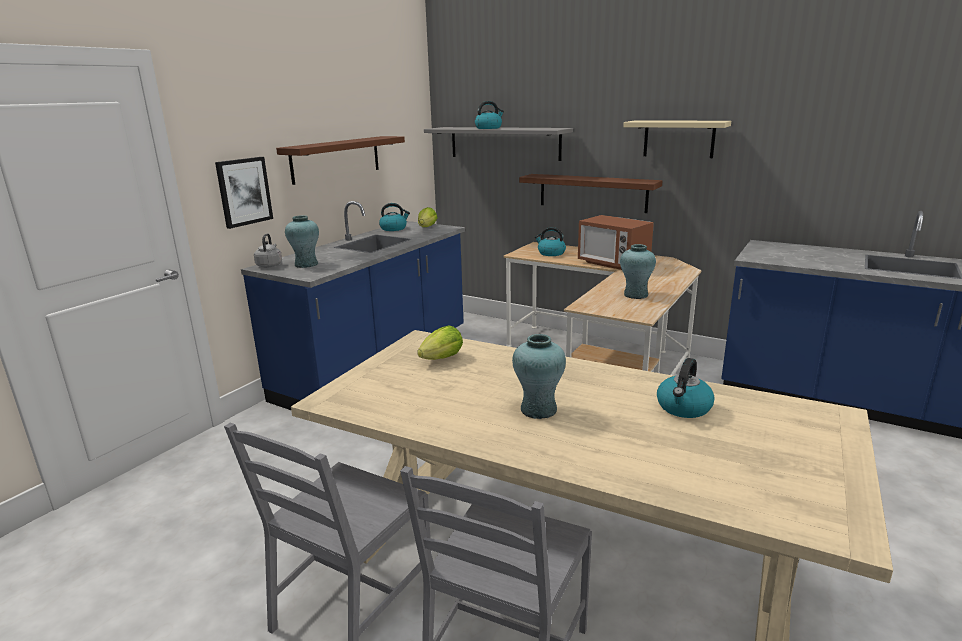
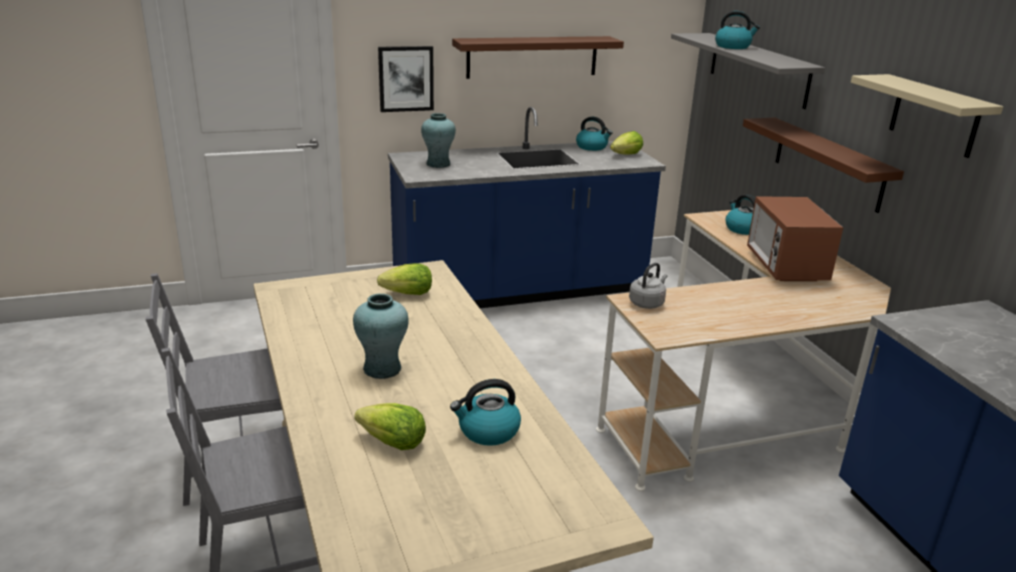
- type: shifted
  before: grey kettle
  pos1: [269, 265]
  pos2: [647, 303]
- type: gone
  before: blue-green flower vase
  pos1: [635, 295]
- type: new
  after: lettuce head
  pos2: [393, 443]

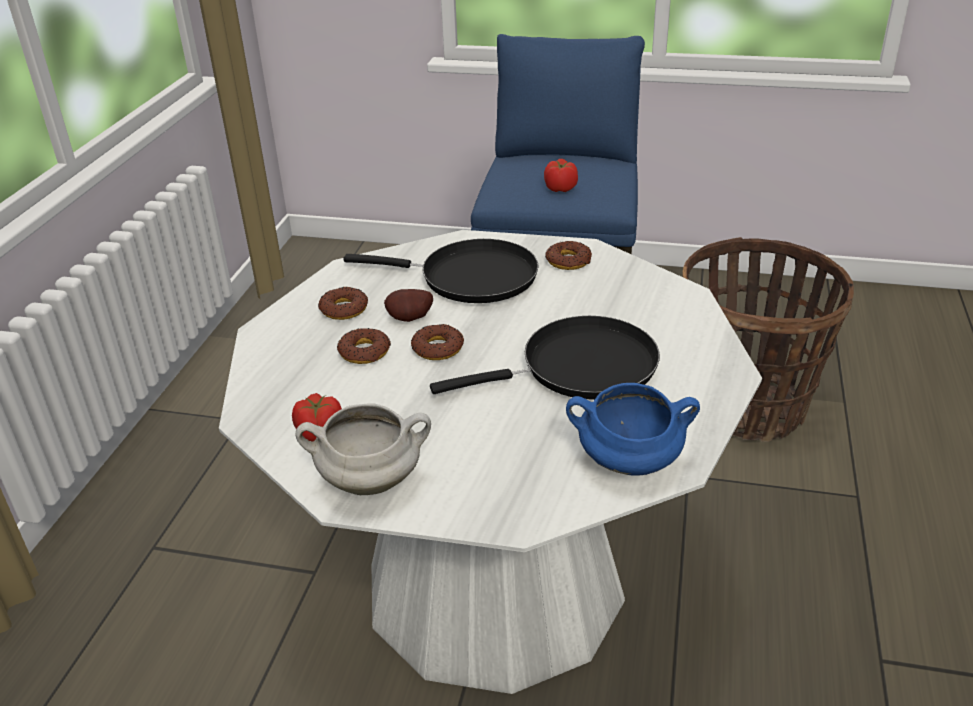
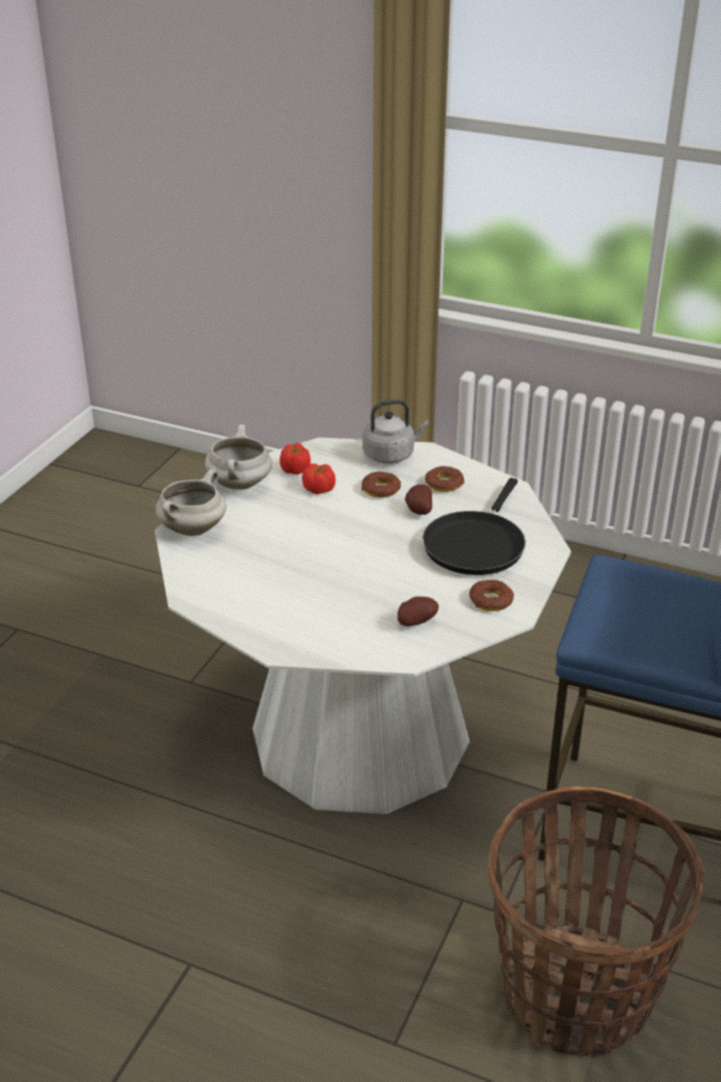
- type: gone
  before: doughnut
  pos1: [437, 348]
- type: gone
  before: blackish skillet
  pos1: [580, 368]
- type: shifted
  before: fresh tomato
  pos1: [560, 188]
  pos2: [319, 489]
- type: gone
  before: blue-coloured saucepot
  pos1: [627, 462]
- type: new
  after: white saucepot
  pos2: [193, 528]
- type: new
  after: grey kettle
  pos2: [391, 455]
- type: new
  after: whole potato
  pos2: [415, 622]

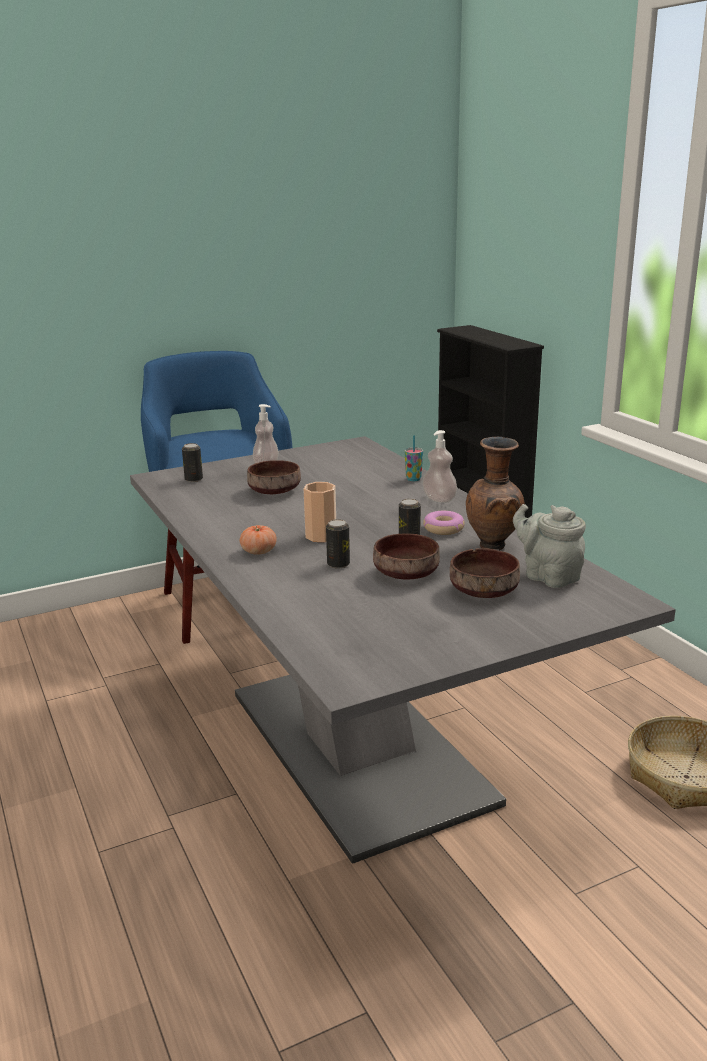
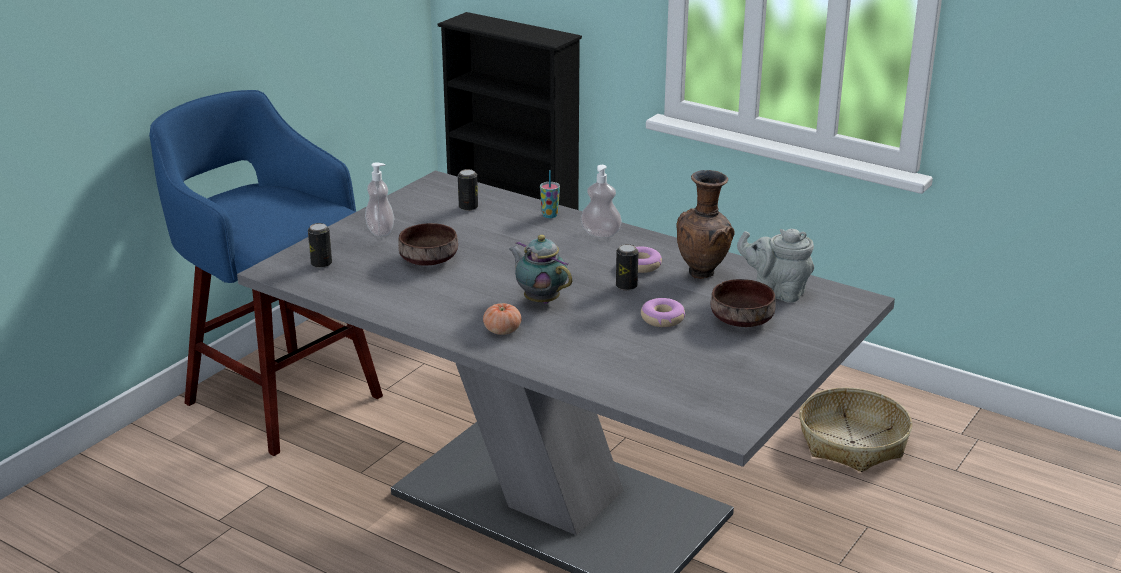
- type: swapped
  before: drinking cup
  after: tea pot
  pos1: [321, 536]
  pos2: [540, 300]
- type: shifted
  before: sealed can
  pos1: [338, 564]
  pos2: [468, 207]
- type: swapped
  before: brown-coloured serving bowl
  after: doughnut
  pos1: [408, 573]
  pos2: [662, 319]

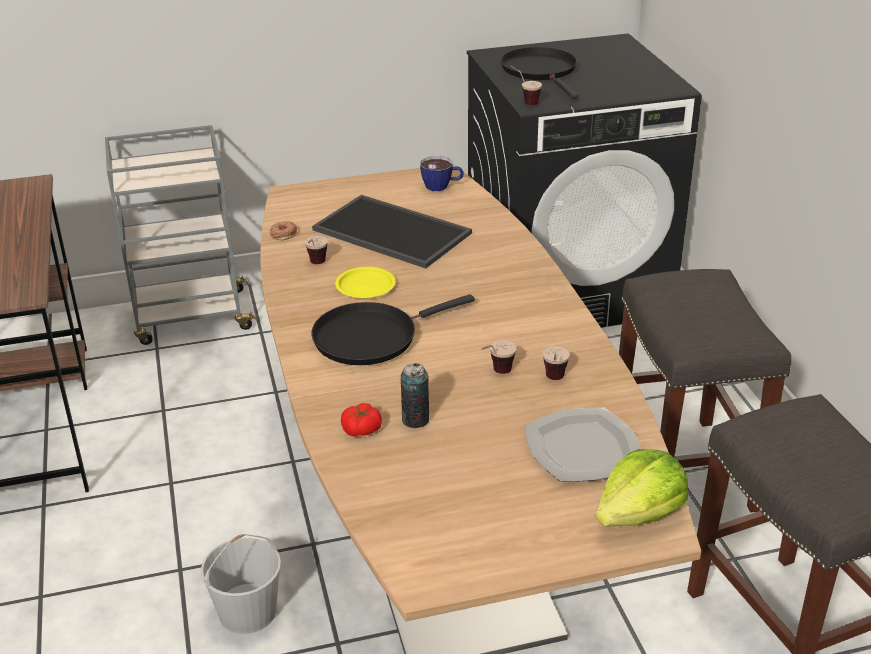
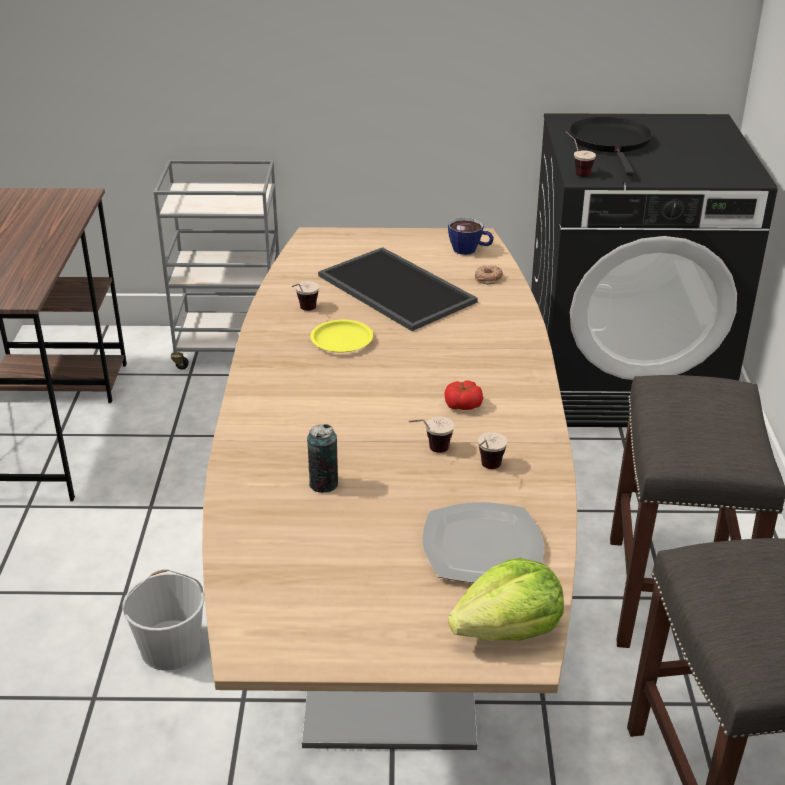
- type: shifted
  before: doughnut
  pos1: [283, 233]
  pos2: [488, 278]
- type: gone
  before: blackish skillet
  pos1: [371, 337]
- type: shifted
  before: fresh tomato
  pos1: [361, 429]
  pos2: [463, 405]

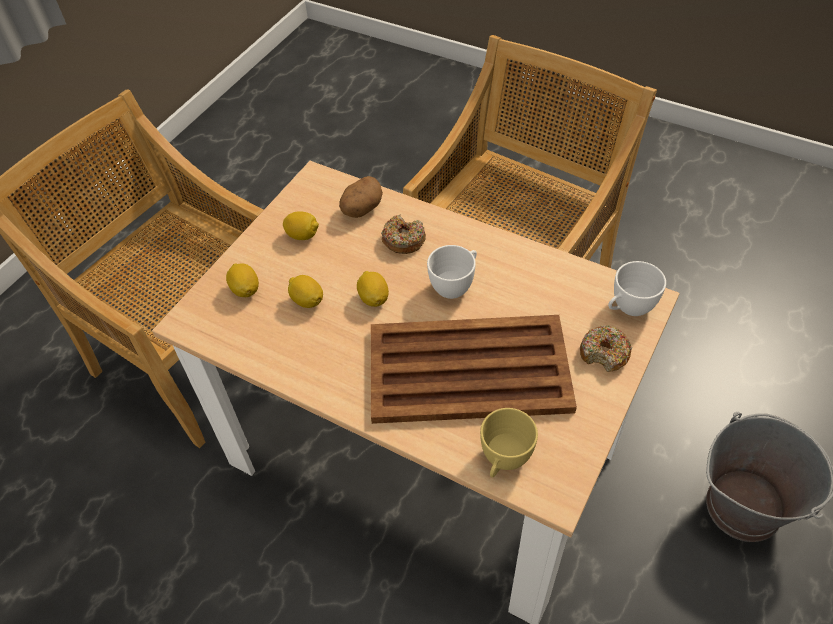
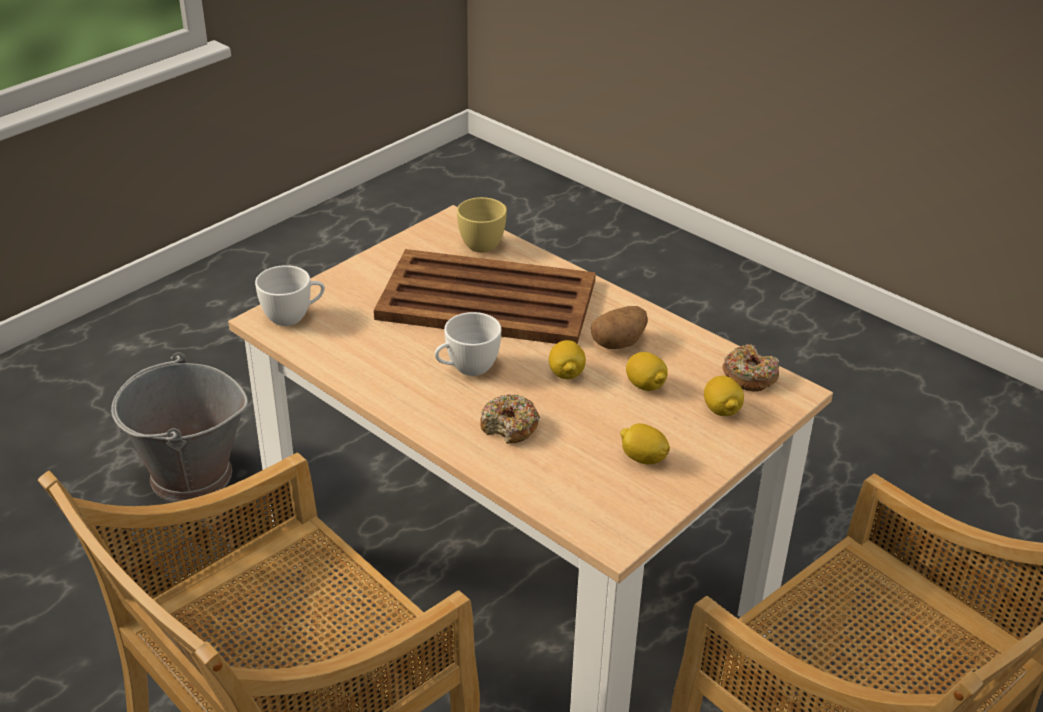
- type: shifted
  before: whole potato
  pos1: [361, 209]
  pos2: [618, 343]
- type: shifted
  before: doughnut
  pos1: [604, 353]
  pos2: [749, 376]

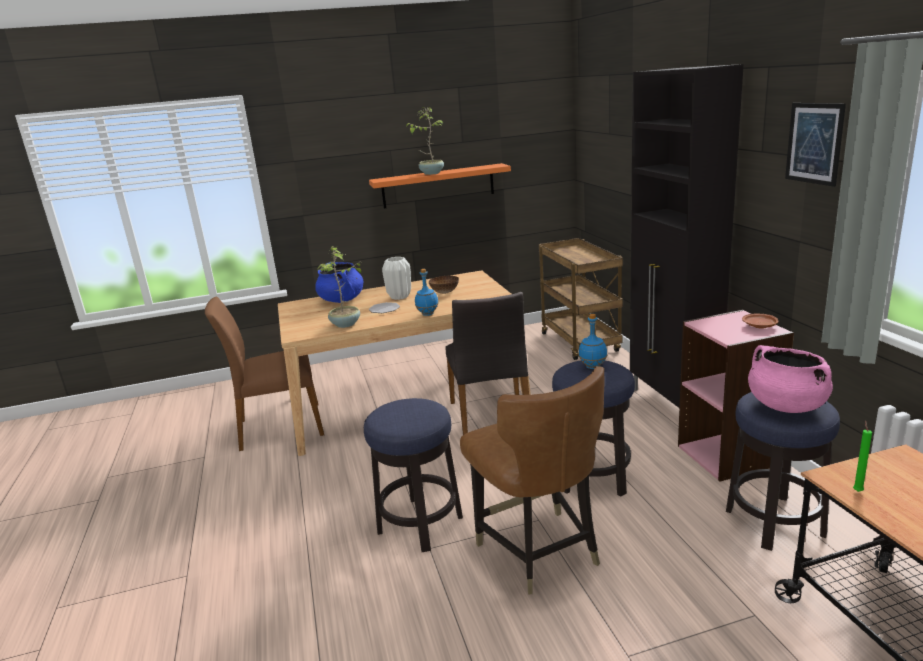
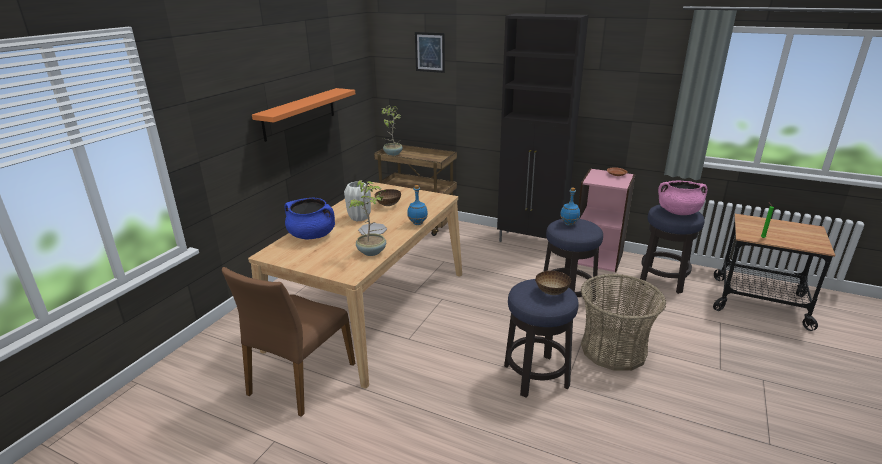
- type: shifted
  before: houseplant
  pos1: [431, 173]
  pos2: [392, 154]
- type: gone
  before: grey plain chair
  pos1: [491, 416]
- type: swapped
  before: brown-coloured plain chair
  after: storage basket
  pos1: [539, 551]
  pos2: [613, 349]
- type: shifted
  before: picture
  pos1: [814, 143]
  pos2: [430, 52]
- type: new
  after: serving bowl
  pos2: [552, 292]

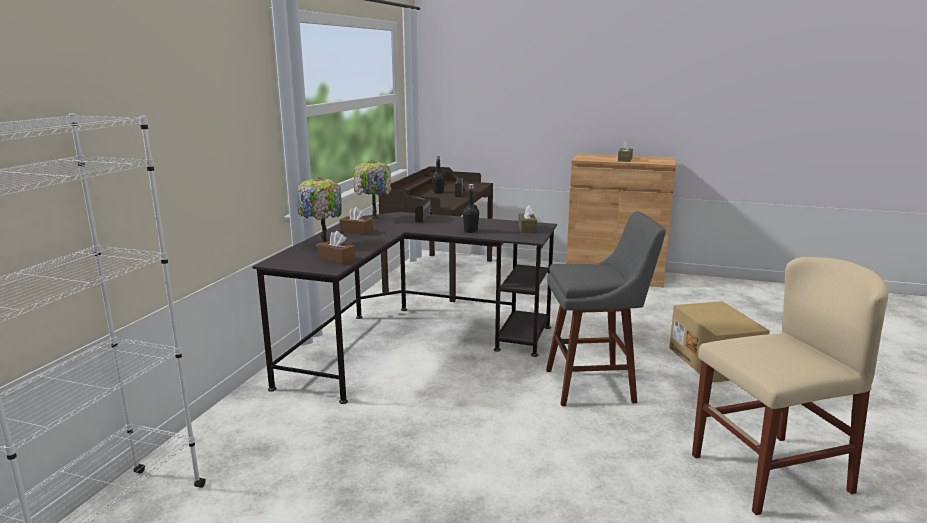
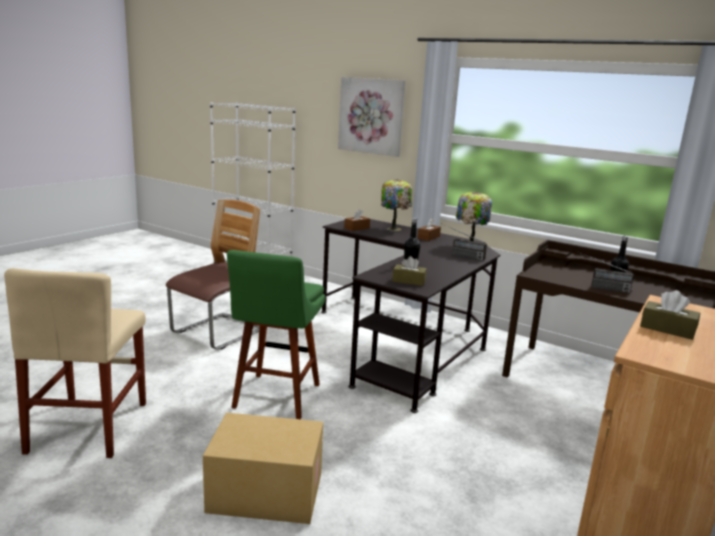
- type: repainted
  before: grey sitting stool
  after: green sitting stool
  pos1: [595, 385]
  pos2: [275, 398]
- type: new
  after: plain chair
  pos2: [218, 333]
- type: new
  after: picture
  pos2: [371, 116]

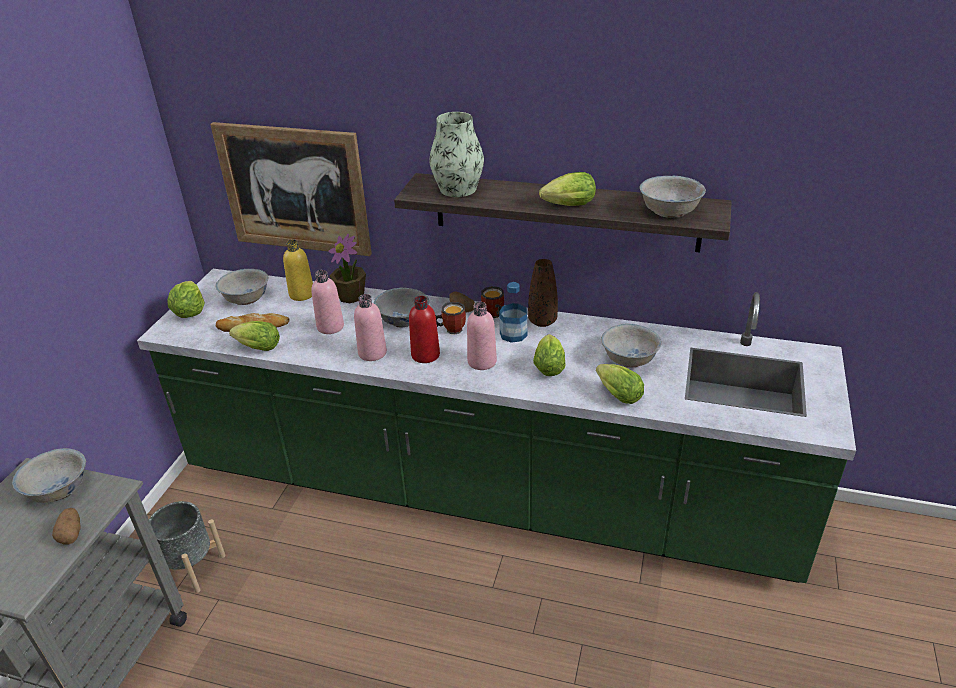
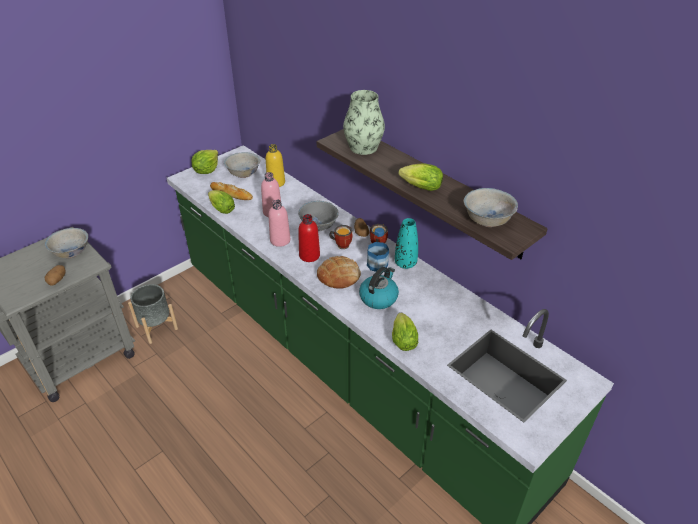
- type: gone
  before: picture
  pos1: [294, 189]
- type: gone
  before: houseplant
  pos1: [351, 296]
- type: swapped
  before: pink-coloured bottle
  after: bread
  pos1: [482, 362]
  pos2: [339, 275]
- type: repainted
  before: brown-coloured flower vase
  after: blue-green flower vase
  pos1: [542, 321]
  pos2: [405, 263]
- type: swapped
  before: lettuce head
  after: kettle
  pos1: [549, 365]
  pos2: [378, 297]
- type: gone
  before: white serving bowl
  pos1: [629, 359]

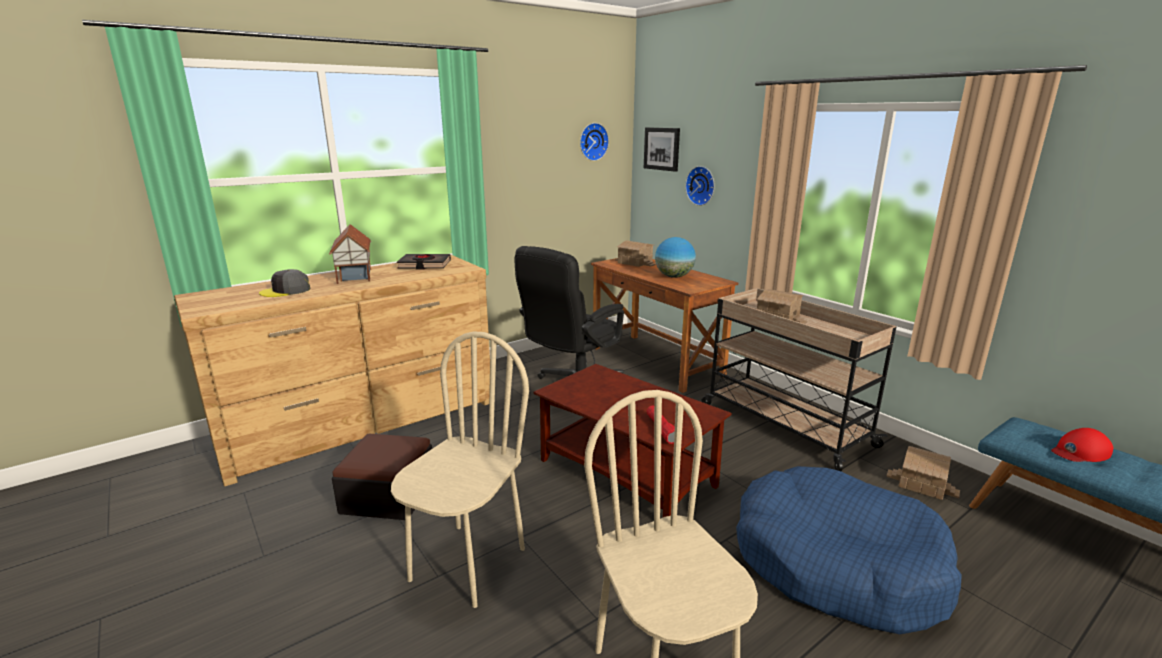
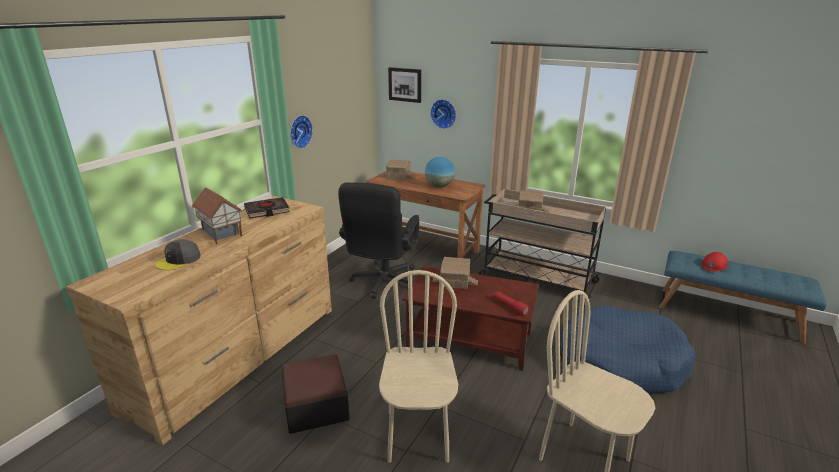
- type: shifted
  before: hanging clock
  pos1: [592, 141]
  pos2: [299, 131]
- type: shifted
  before: model house
  pos1: [922, 484]
  pos2: [455, 281]

